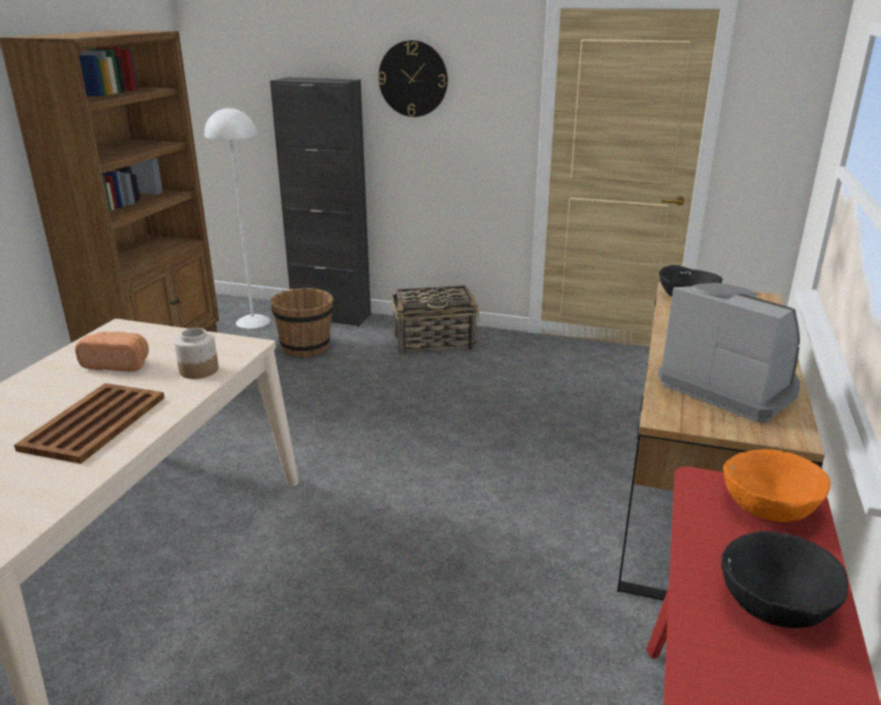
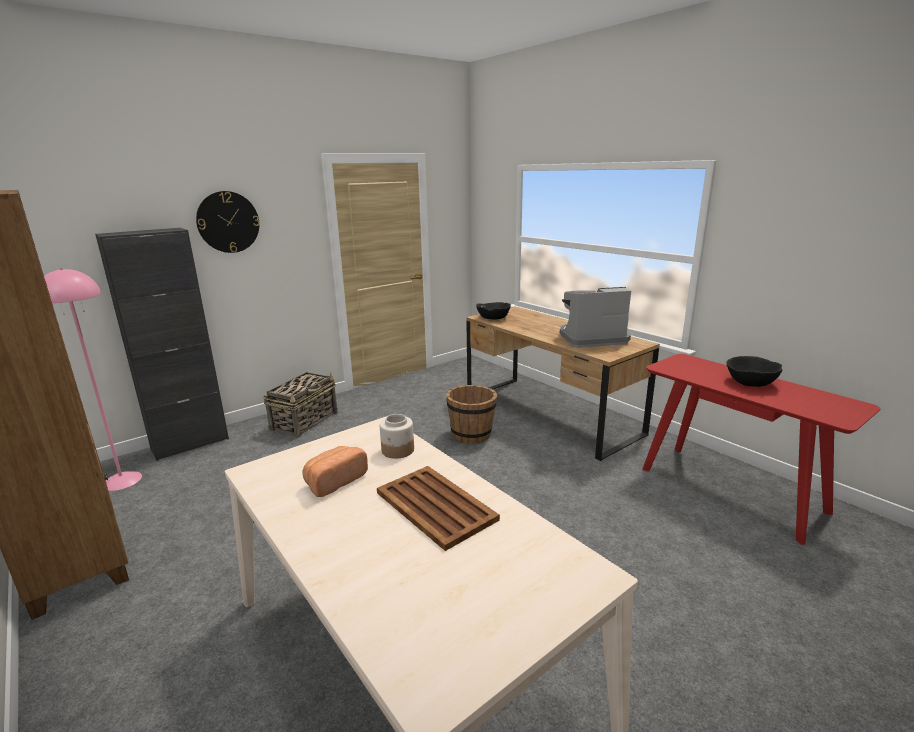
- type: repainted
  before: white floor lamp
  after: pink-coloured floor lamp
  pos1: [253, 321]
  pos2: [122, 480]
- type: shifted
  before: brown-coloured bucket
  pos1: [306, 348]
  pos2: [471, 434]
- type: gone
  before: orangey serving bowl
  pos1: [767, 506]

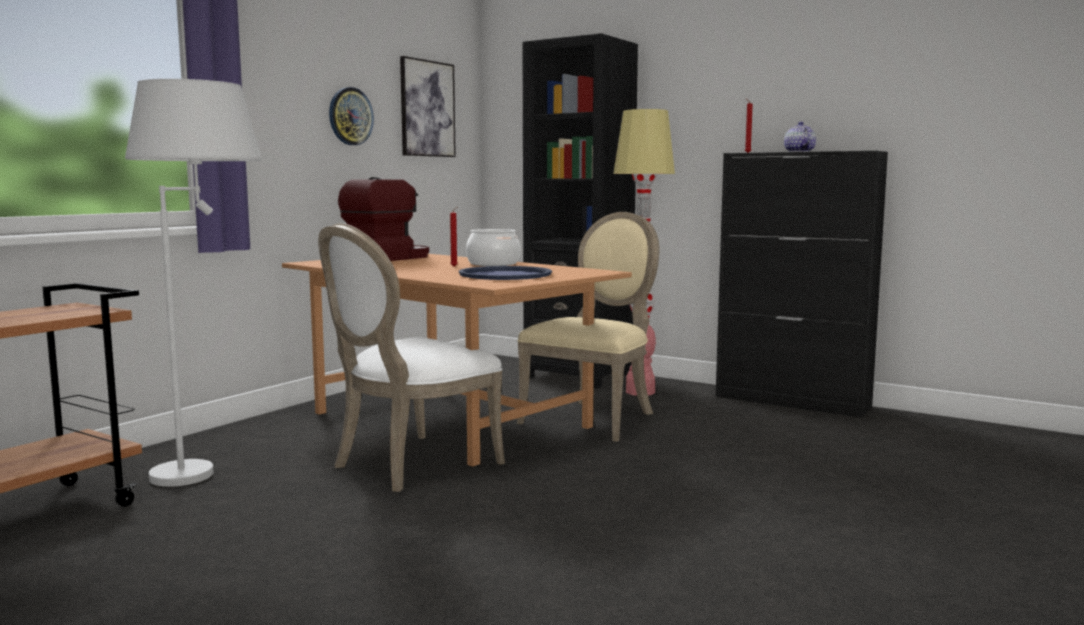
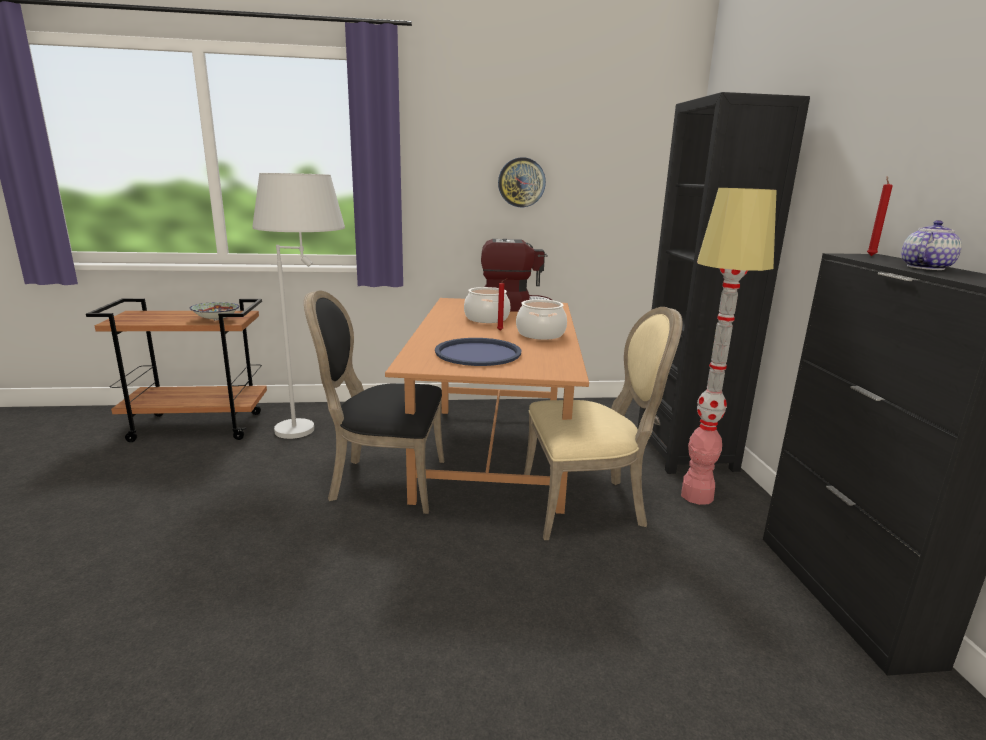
- type: repainted
  before: white plain chair
  after: blackish plain chair
  pos1: [410, 465]
  pos2: [383, 482]
- type: gone
  before: picture
  pos1: [427, 109]
- type: new
  after: serving bowl
  pos2: [216, 320]
- type: new
  after: saucepot
  pos2: [486, 318]

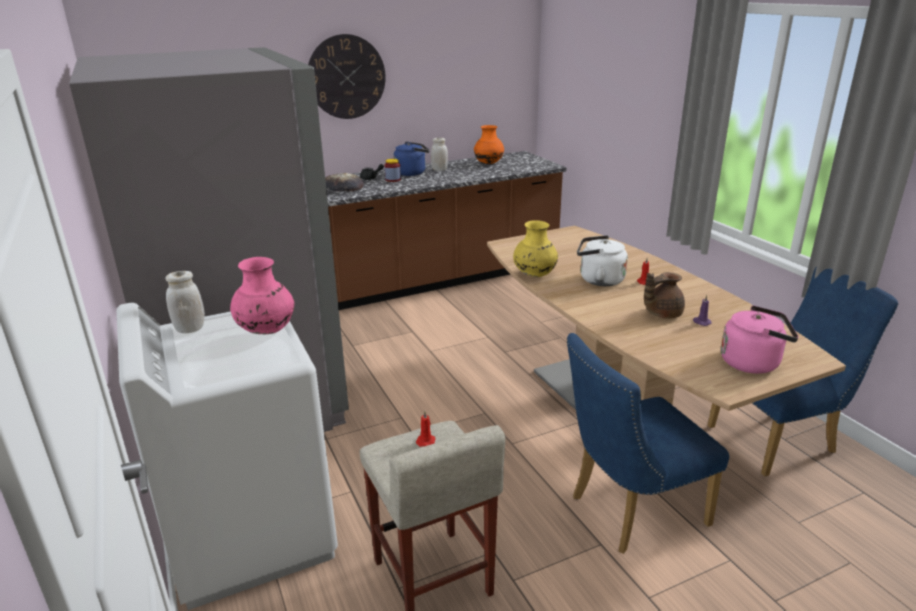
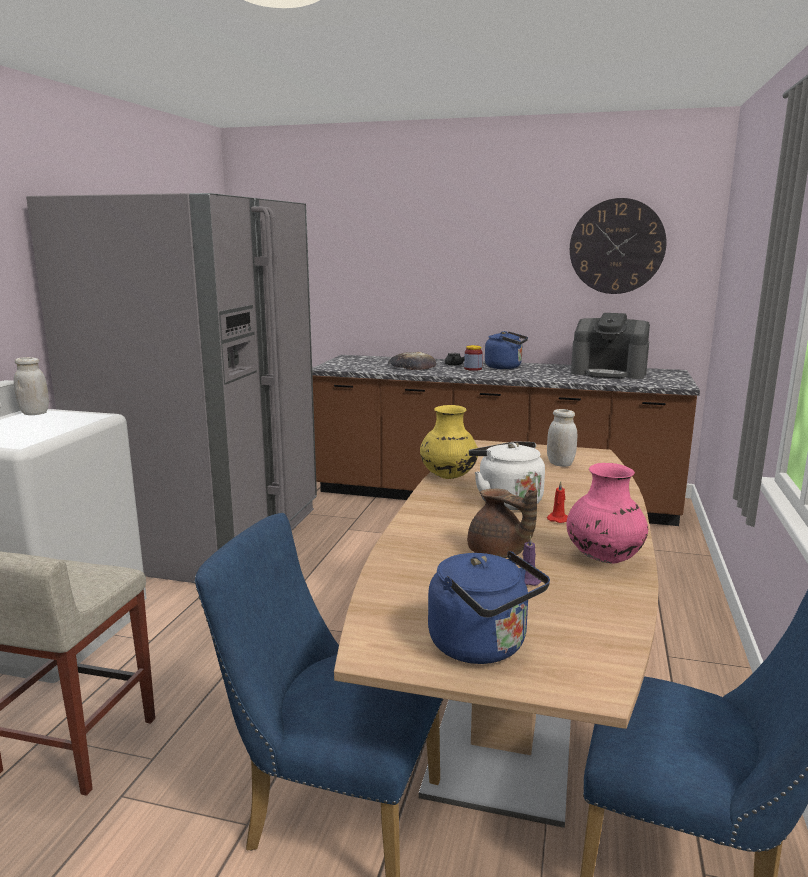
- type: shifted
  before: pink-coloured flower vase
  pos1: [266, 331]
  pos2: [603, 558]
- type: shifted
  before: hanging clock
  pos1: [346, 77]
  pos2: [617, 246]
- type: gone
  before: reddish wax candle
  pos1: [426, 441]
- type: shifted
  before: white preserve jar
  pos1: [439, 170]
  pos2: [560, 464]
- type: swapped
  before: orangey flower vase
  after: coffee brewer
  pos1: [488, 163]
  pos2: [609, 373]
- type: rotated
  before: brown-coloured tea pot
  pos1: [661, 314]
  pos2: [498, 553]
  turn: -150
- type: repainted
  before: pink-coloured kettle
  after: blue-coloured kettle
  pos1: [753, 363]
  pos2: [483, 646]

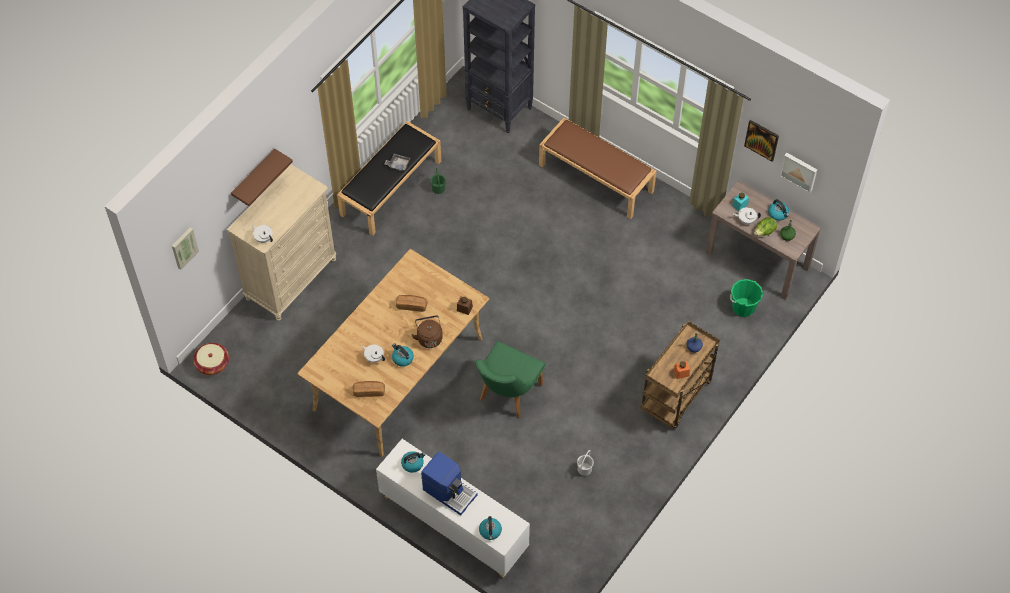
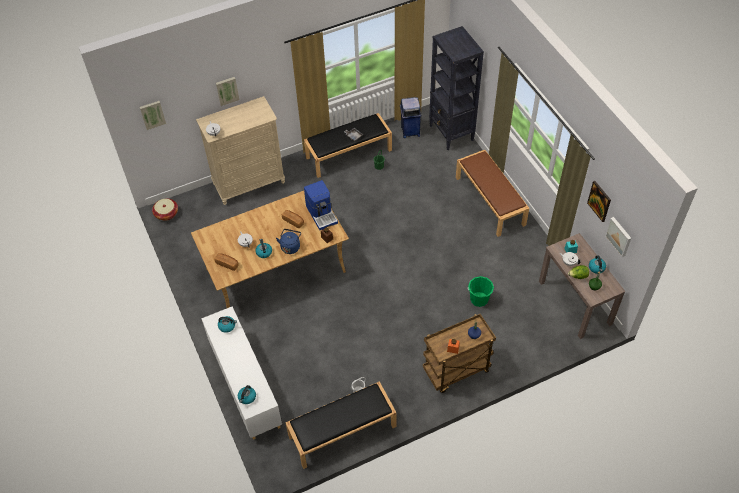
- type: swapped
  before: brown-coloured shelf
  after: picture
  pos1: [254, 177]
  pos2: [227, 90]
- type: repainted
  before: brown-coloured kettle
  after: blue-coloured kettle
  pos1: [429, 337]
  pos2: [290, 246]
- type: shifted
  before: coffee brewer
  pos1: [449, 491]
  pos2: [322, 214]
- type: gone
  before: green plain chair
  pos1: [506, 396]
- type: shifted
  before: green bucket
  pos1: [743, 307]
  pos2: [479, 299]
- type: new
  after: blackish indoor bench
  pos2: [342, 432]
- type: new
  after: blue-coloured waste bin
  pos2: [410, 131]

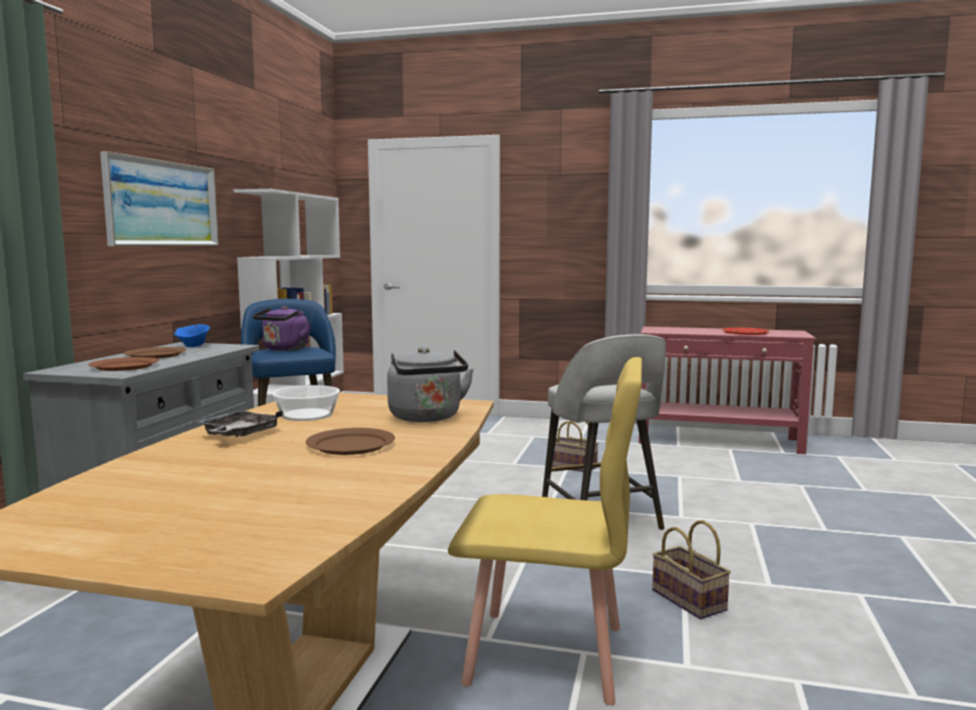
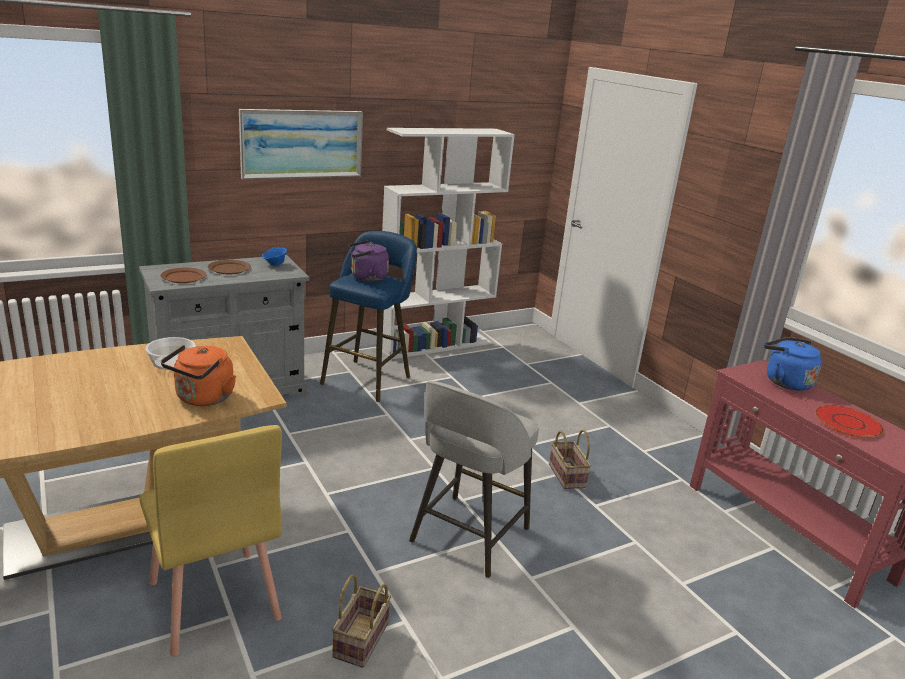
- type: gone
  before: grey carrying tray
  pos1: [238, 435]
- type: gone
  before: brown-coloured dinner plate
  pos1: [351, 445]
- type: repainted
  before: grey kettle
  after: orangey kettle
  pos1: [427, 418]
  pos2: [202, 399]
- type: new
  after: blue-coloured kettle
  pos2: [784, 382]

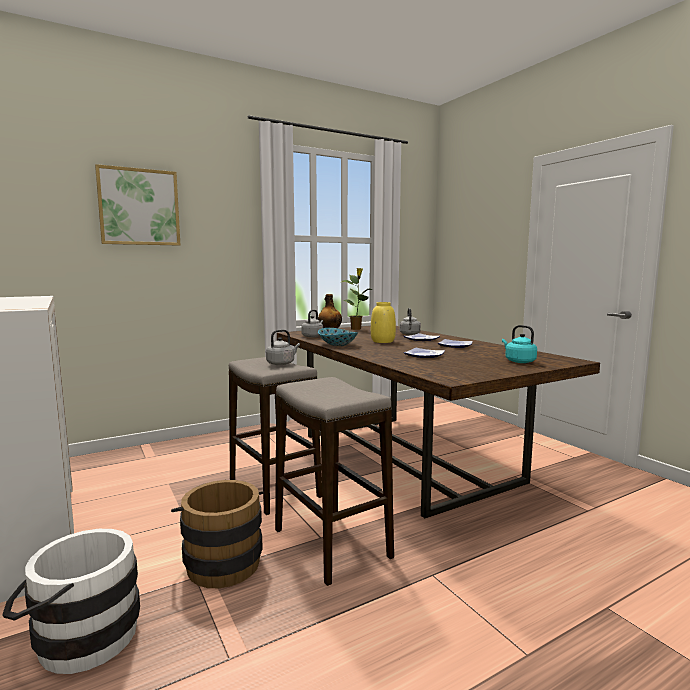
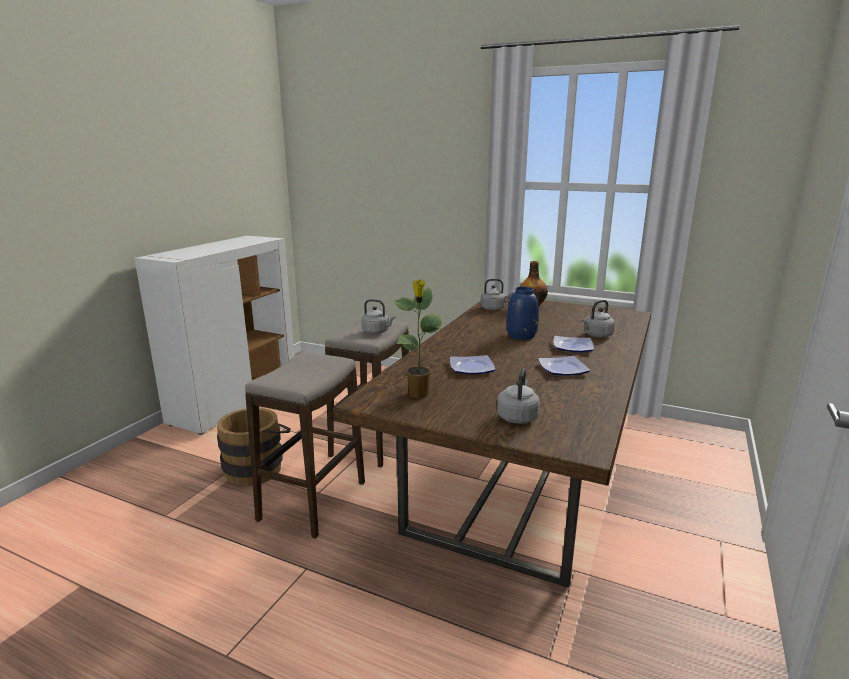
- type: gone
  before: white bucket
  pos1: [78, 639]
- type: gone
  before: picture
  pos1: [139, 207]
- type: gone
  before: serving bowl
  pos1: [338, 344]
- type: shifted
  before: houseplant
  pos1: [356, 329]
  pos2: [418, 395]
- type: repainted
  before: yellow-coloured flower vase
  after: blue-coloured flower vase
  pos1: [382, 341]
  pos2: [521, 336]
- type: repainted
  before: blue-green kettle
  after: grey kettle
  pos1: [518, 361]
  pos2: [517, 416]

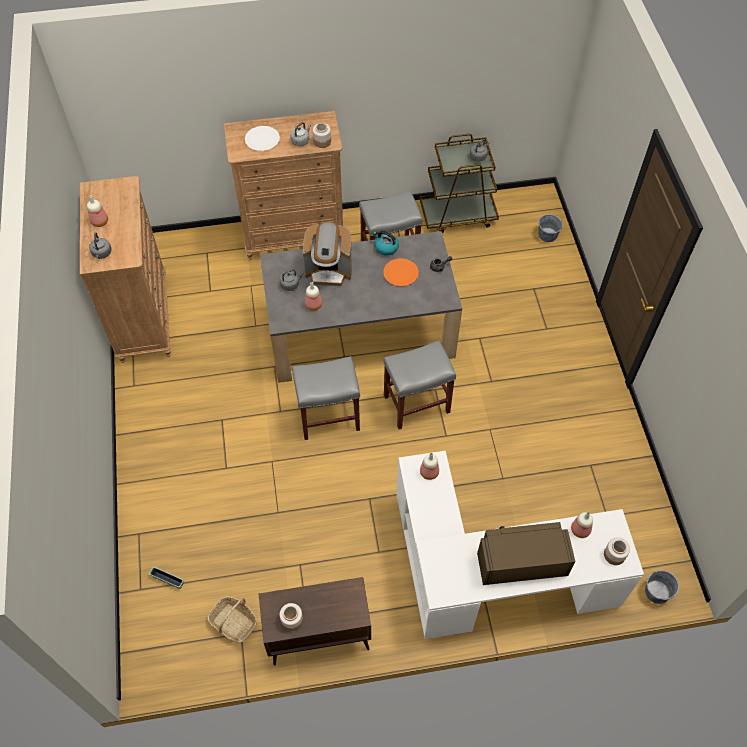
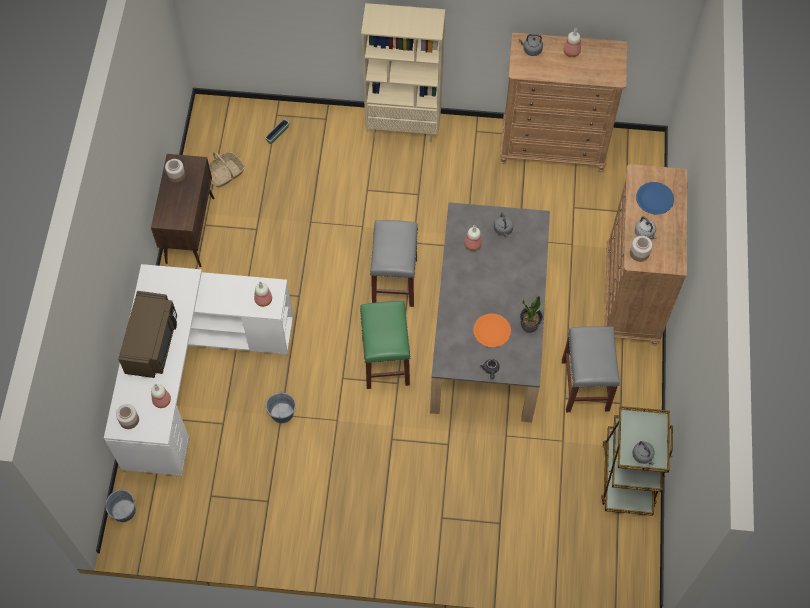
- type: repainted
  before: white dinner plate
  after: blue-coloured dinner plate
  pos1: [262, 139]
  pos2: [654, 199]
- type: gone
  before: coffee brewer
  pos1: [329, 270]
- type: swapped
  before: kettle
  after: houseplant
  pos1: [386, 247]
  pos2: [529, 325]
- type: repainted
  before: grey sitting stool
  after: green sitting stool
  pos1: [416, 404]
  pos2: [385, 360]
- type: shifted
  before: grey bucket
  pos1: [547, 235]
  pos2: [282, 413]
- type: new
  after: beige-coloured bookshelf
  pos2: [404, 127]

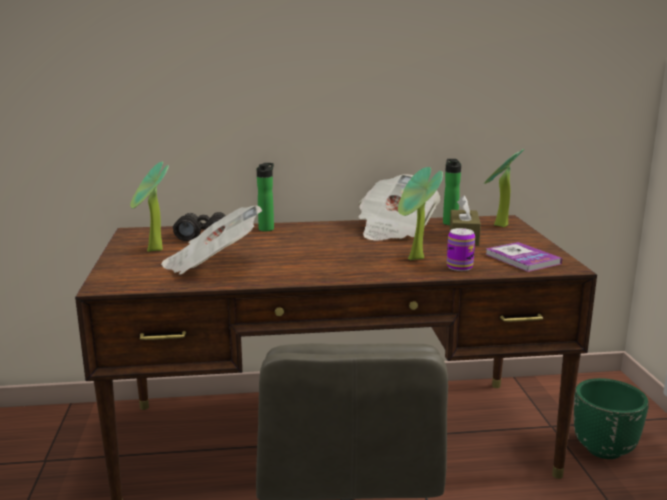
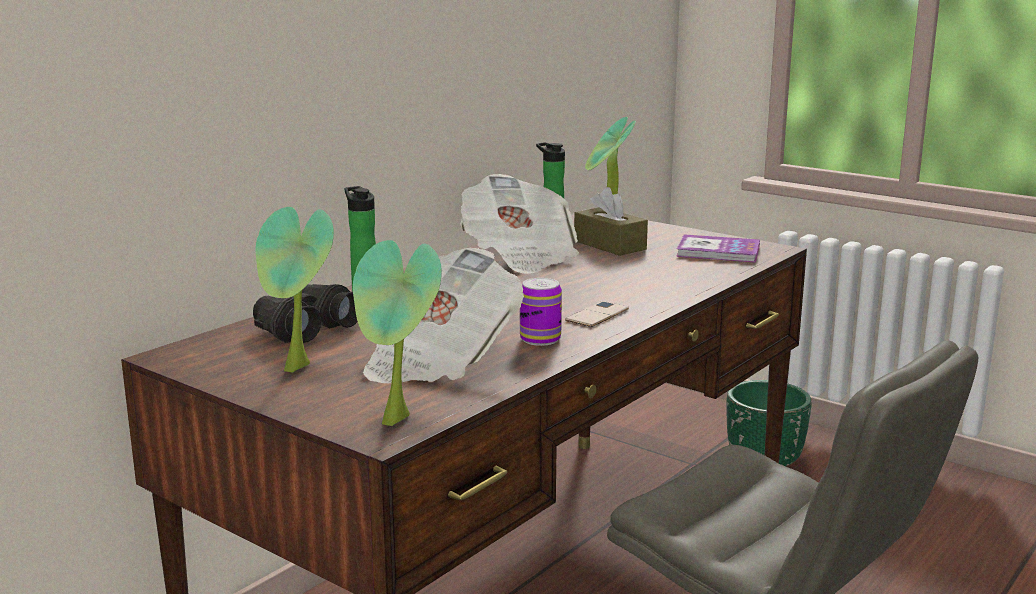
- type: shifted
  before: houseplant
  pos1: [415, 260]
  pos2: [398, 422]
- type: shifted
  before: sealed can
  pos1: [459, 267]
  pos2: [540, 339]
- type: new
  after: phone
  pos2: [597, 315]

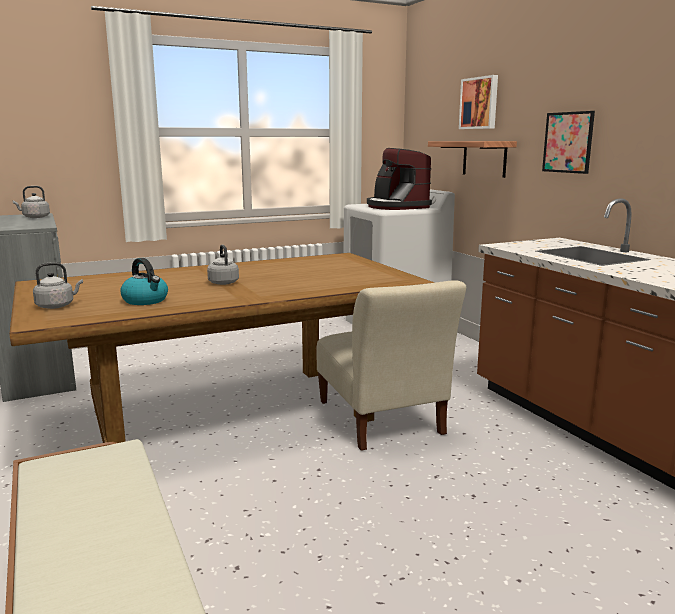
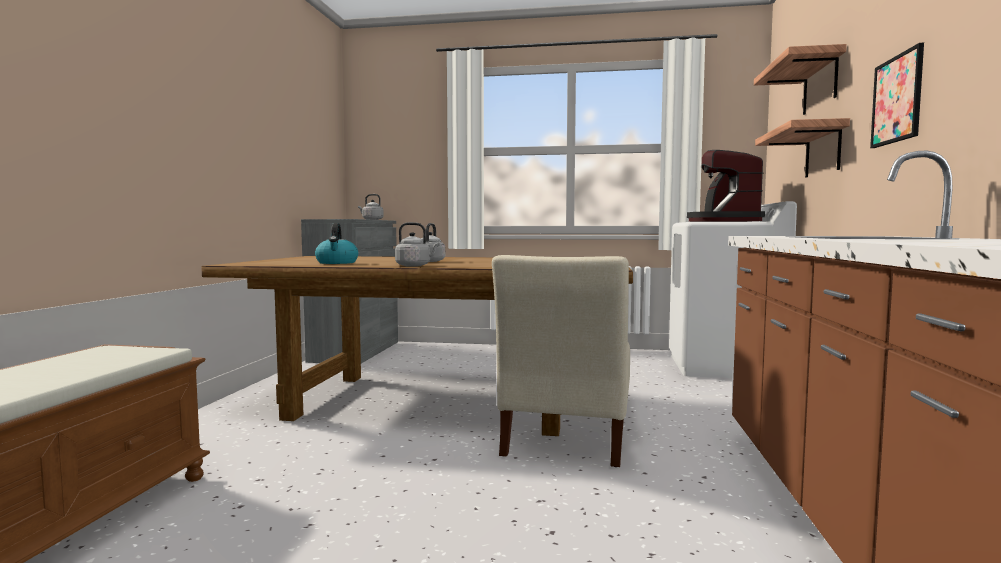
- type: shifted
  before: grey kettle
  pos1: [57, 306]
  pos2: [415, 266]
- type: swapped
  before: picture
  after: shelf
  pos1: [479, 103]
  pos2: [820, 84]

